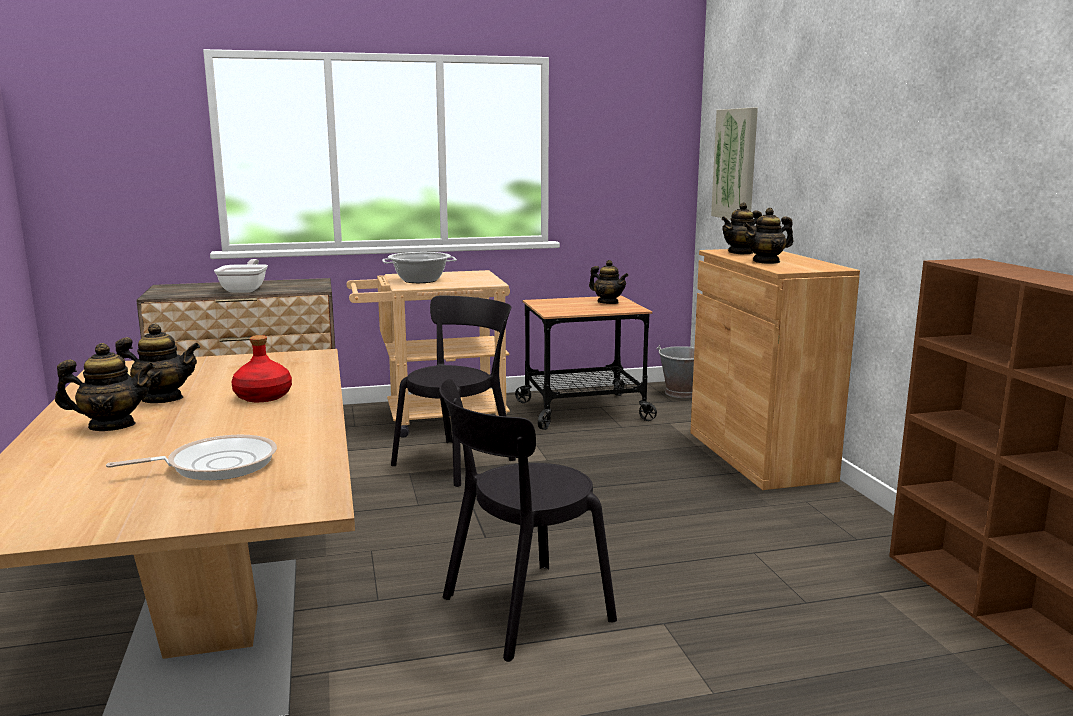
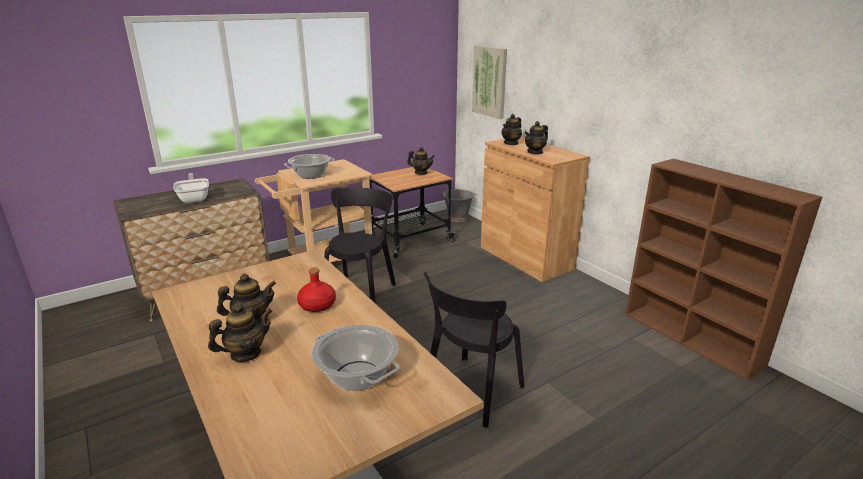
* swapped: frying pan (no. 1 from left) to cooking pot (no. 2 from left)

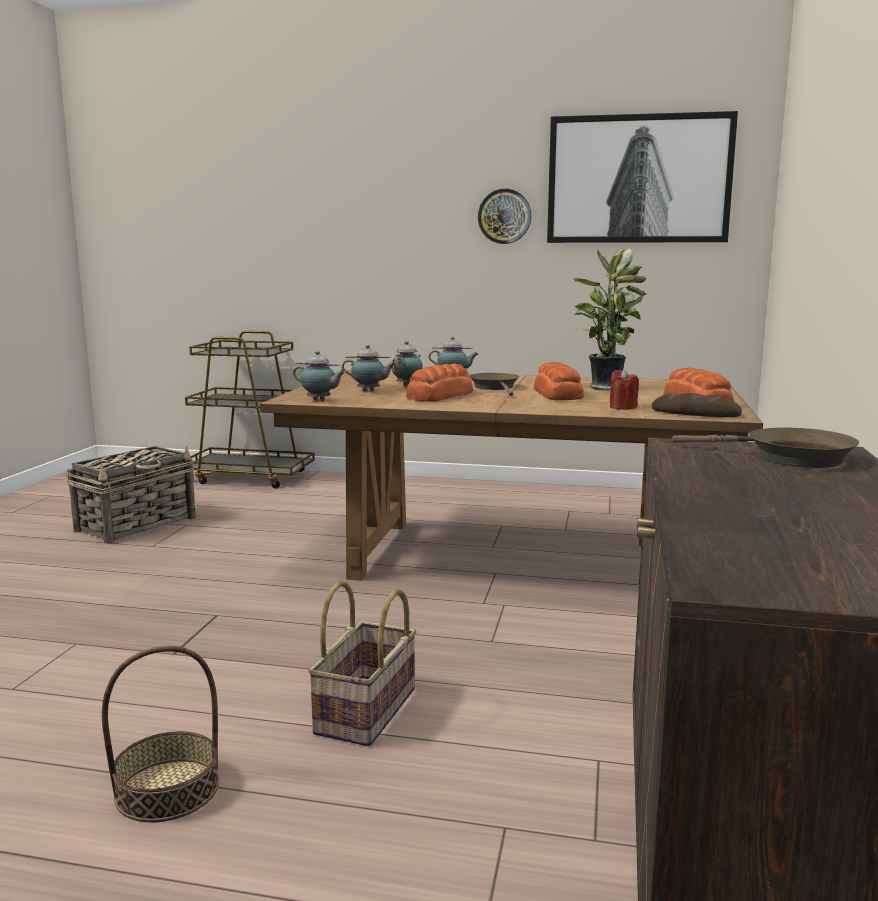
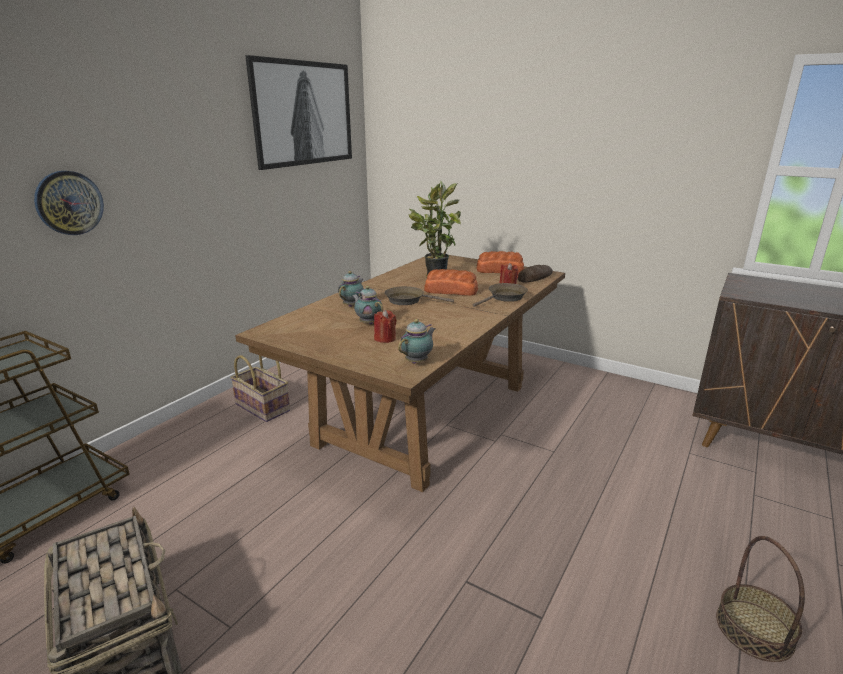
* shifted: wall clock
* shifted: basket (no. 3 from left in the first image) to basket (no. 2 from left)
* swapped: teapot (no. 2 from left) to red candle (no. 1 from left)
* shifted: brown frying pan (no. 2 from left)
* gone: bread (no. 1 from left)

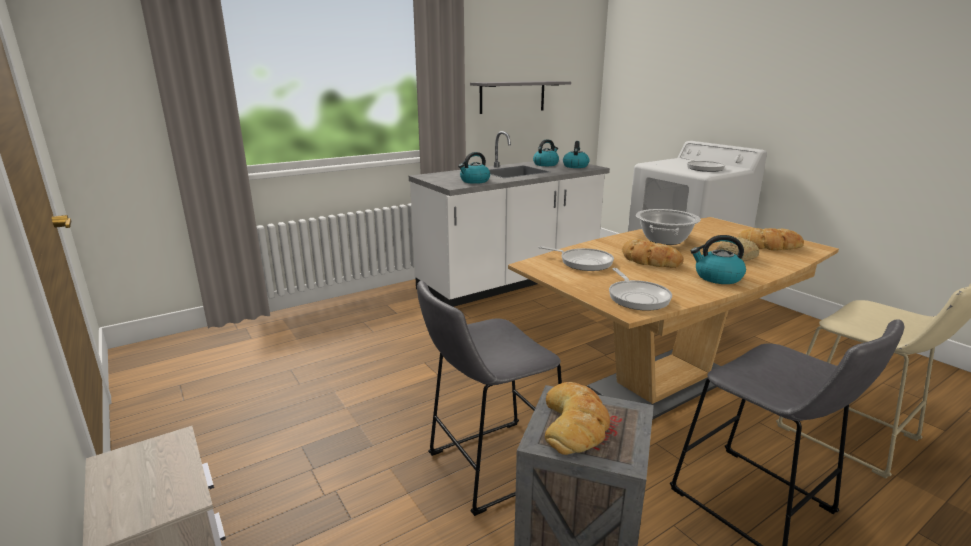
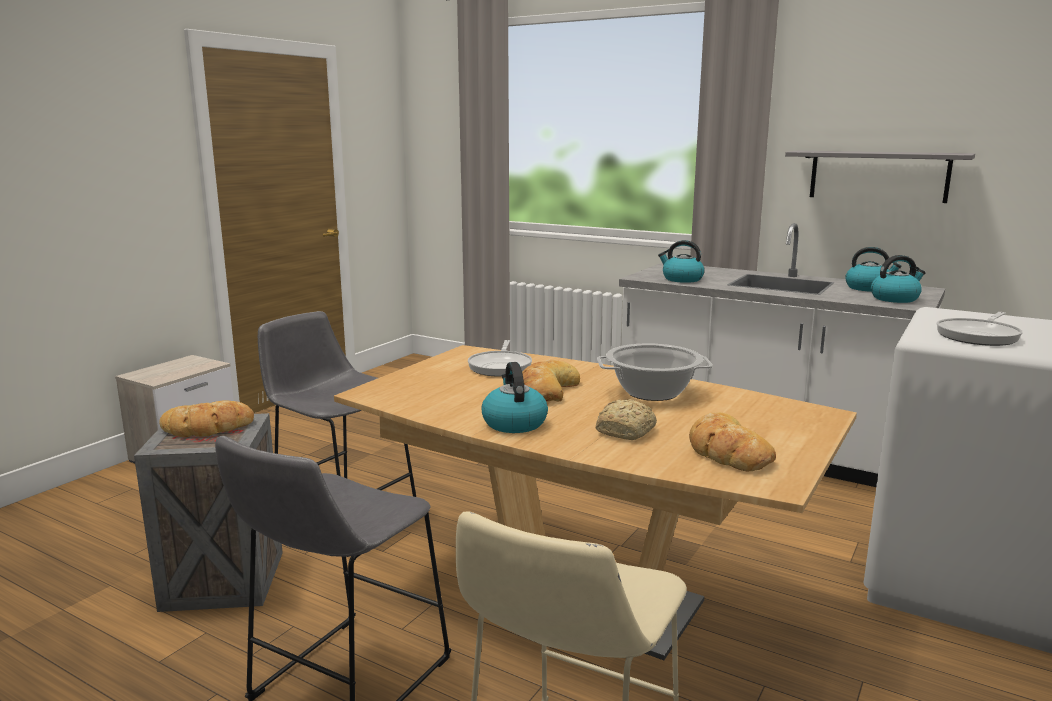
* gone: frying pan (no. 2 from left)

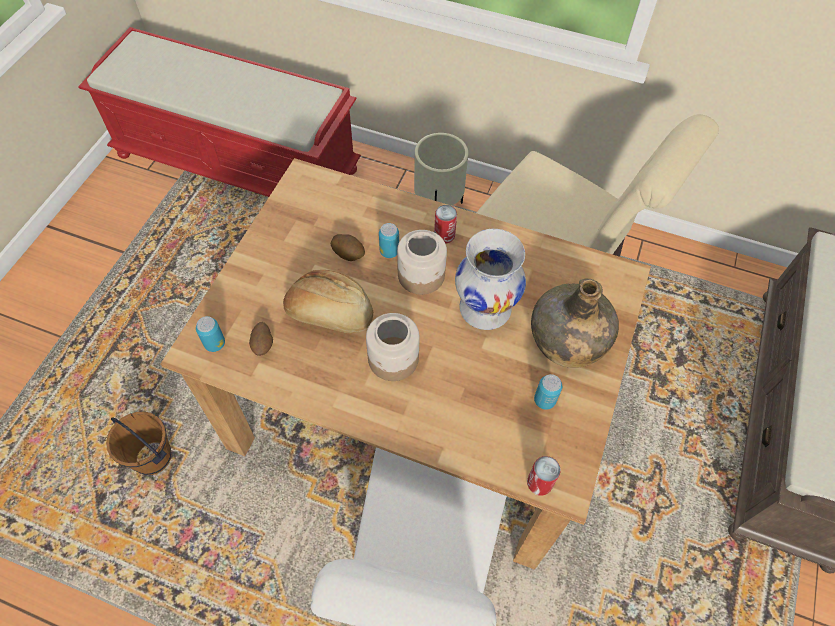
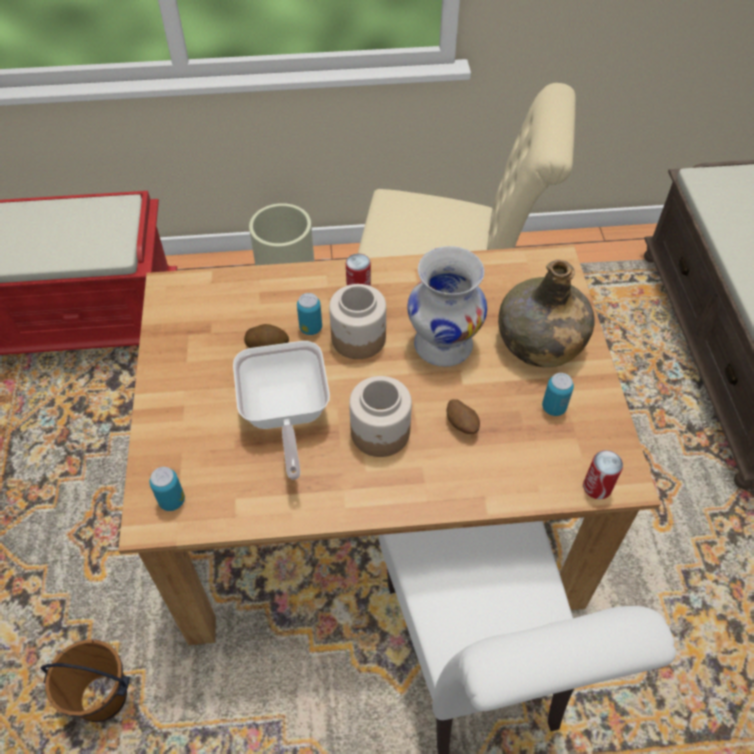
* swapped: bread to frying pan
* shifted: potato (no. 1 from left in the first image) to potato (no. 2 from left)

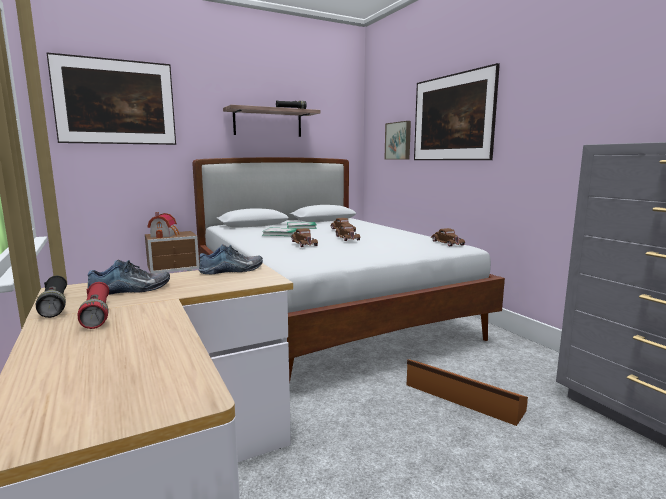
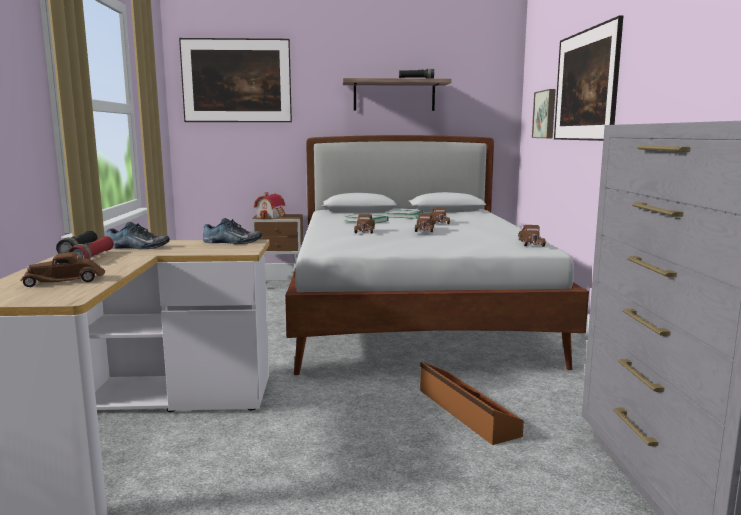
* new: brown toy car (no. 1 from left)

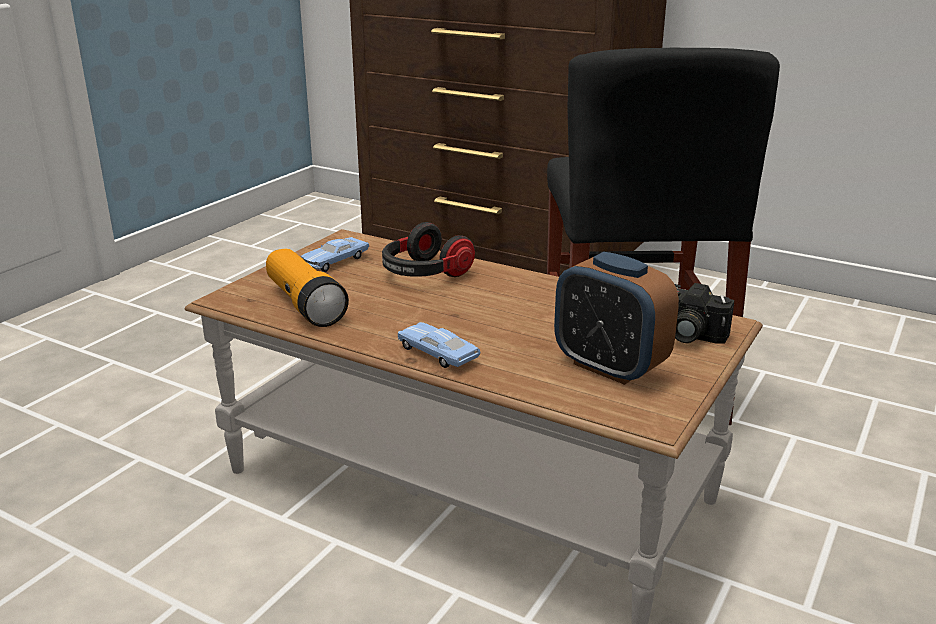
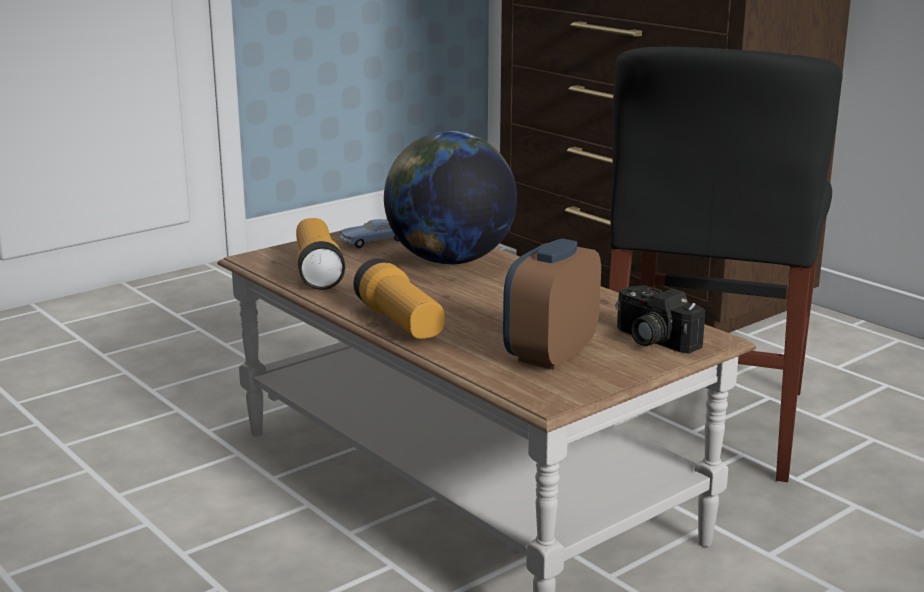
* swapped: blue toy car (no. 2 from left) to flashlight (no. 2 from left)
* swapped: headphones to globe
* rotated: alarm clock 60 degrees clockwise

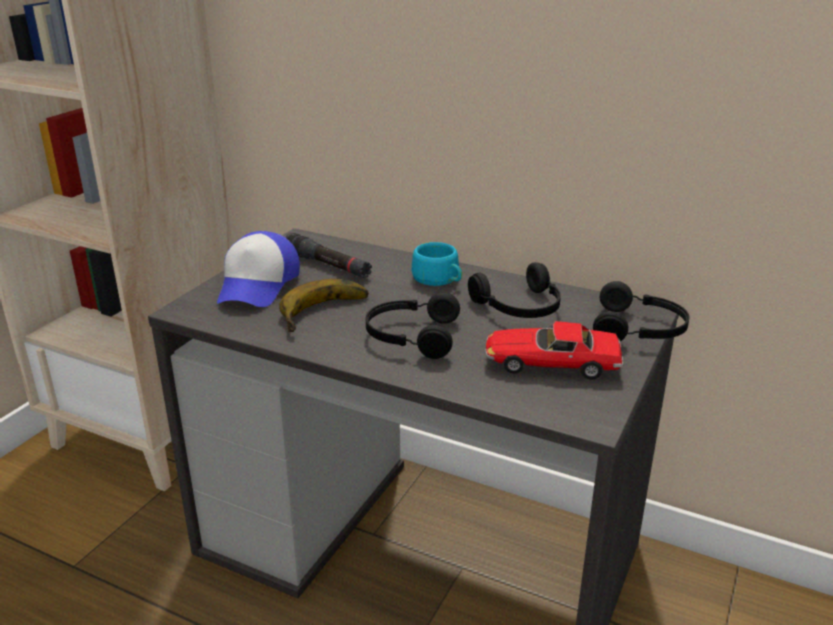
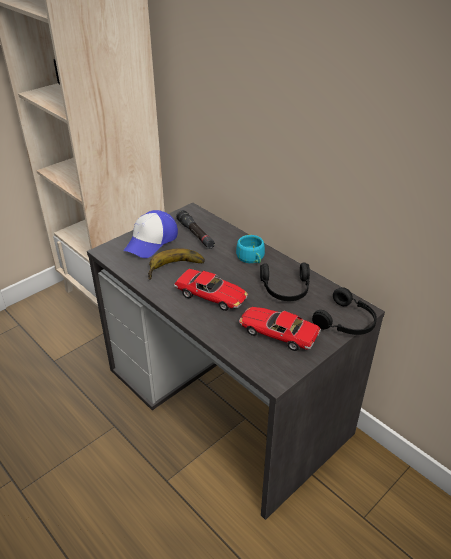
* swapped: black headphones (no. 1 from left) to toy car (no. 1 from left)

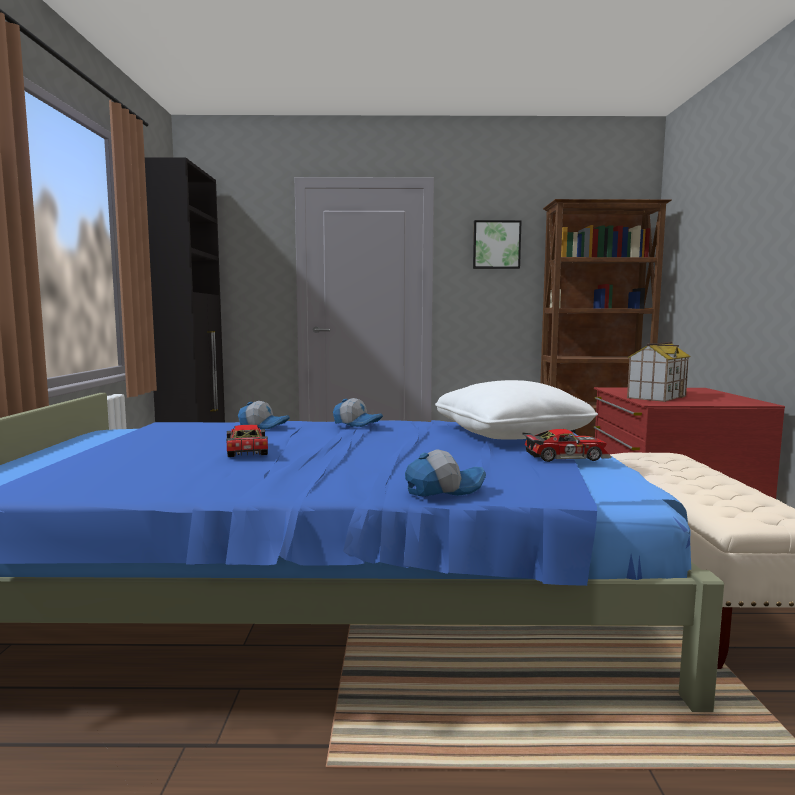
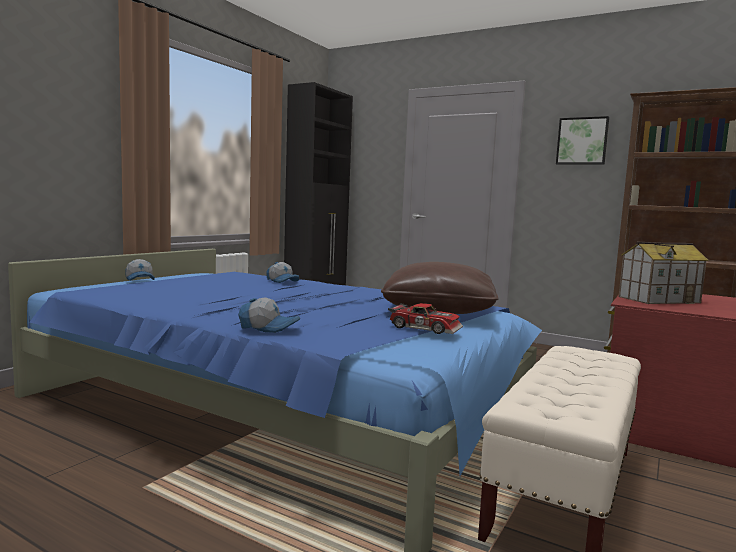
* shifted: cap (no. 2 from left in the first image) to cap (no. 1 from left)
* repainted: white pillow to brown pillow
* gone: toy car (no. 1 from left)

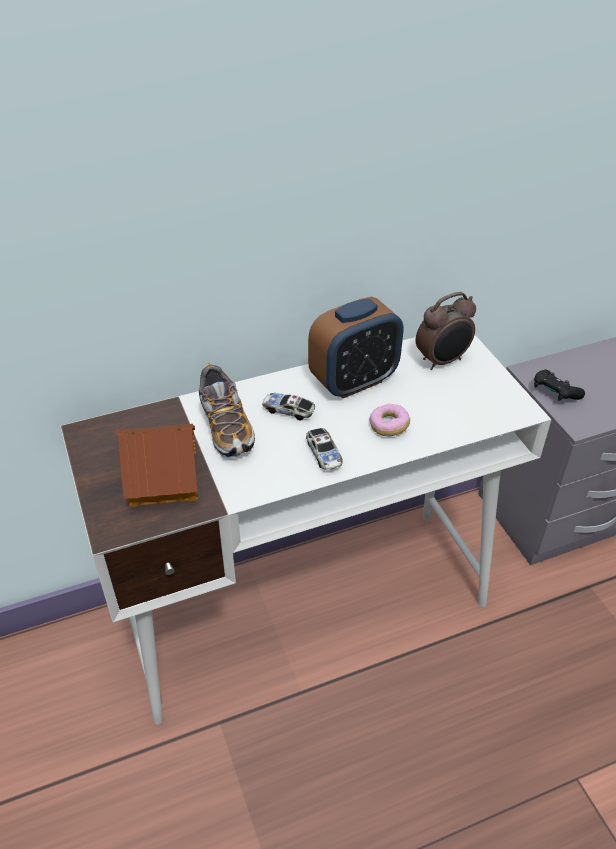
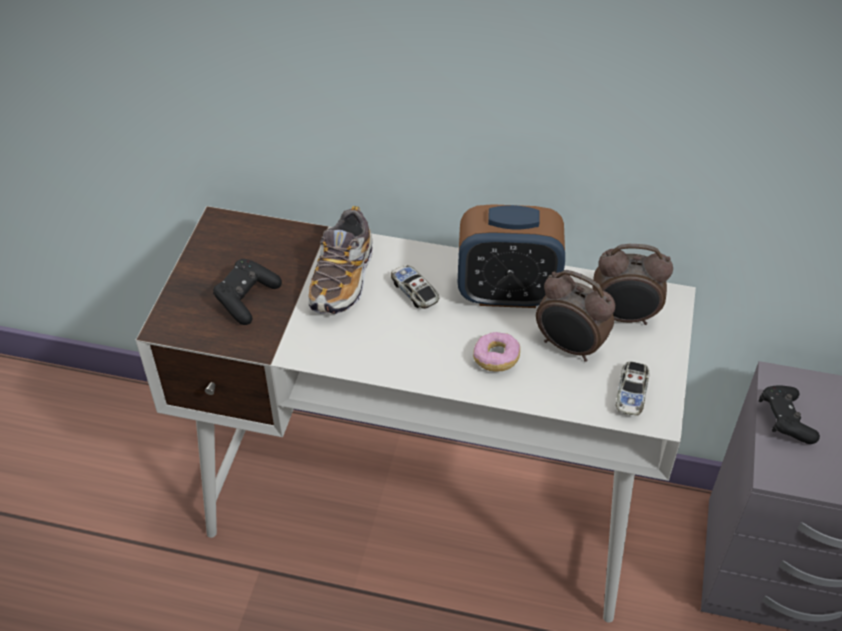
* swapped: toy house to black game controller (no. 1 from left)
* new: alarm clock (no. 2 from left)
* shifted: toy car (no. 2 from left)

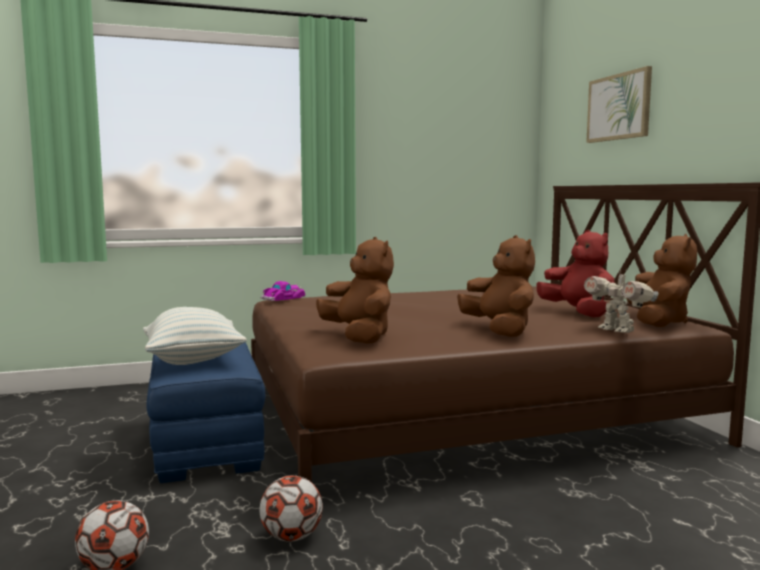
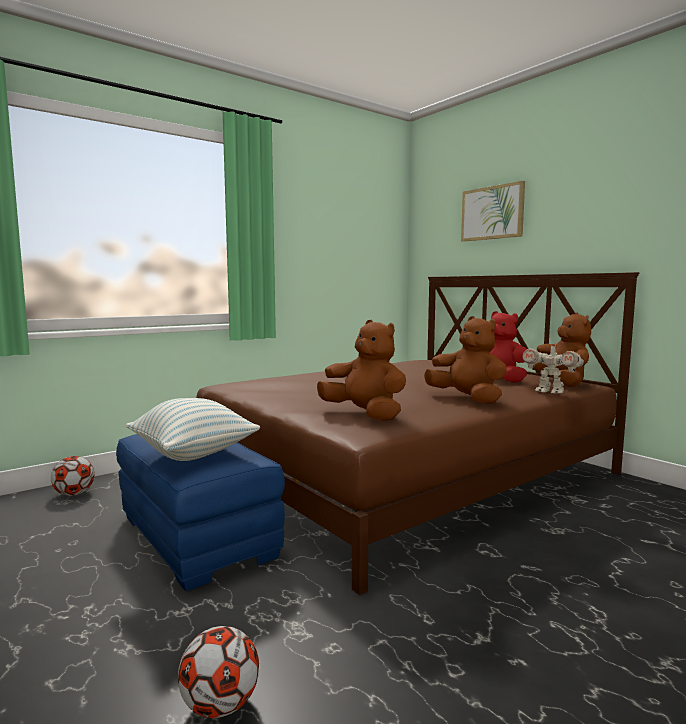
* shifted: football (no. 2 from left in the first image) to football (no. 1 from left)
* gone: toy car

